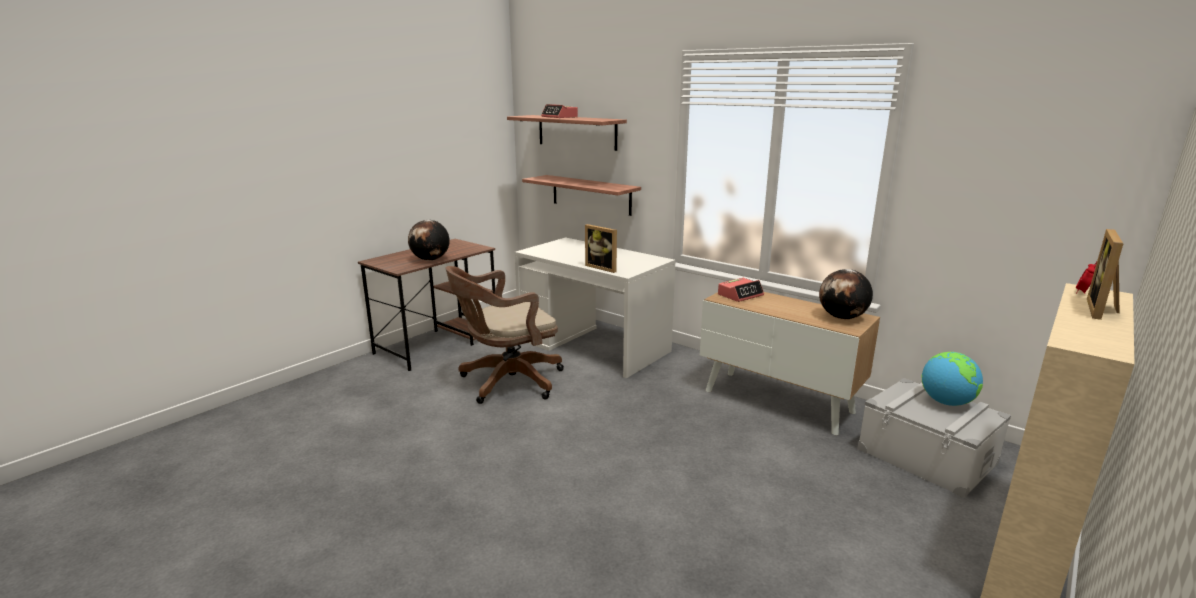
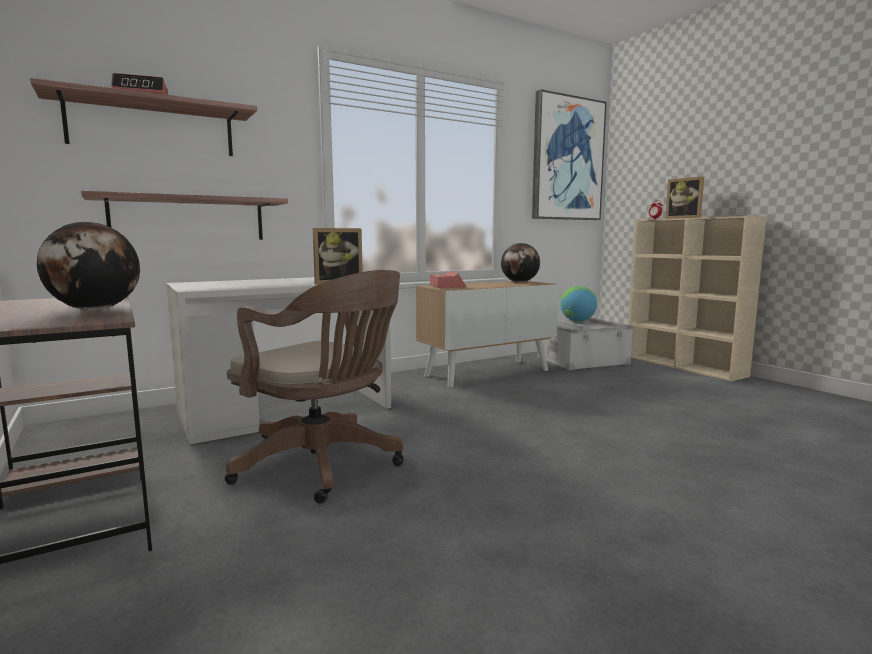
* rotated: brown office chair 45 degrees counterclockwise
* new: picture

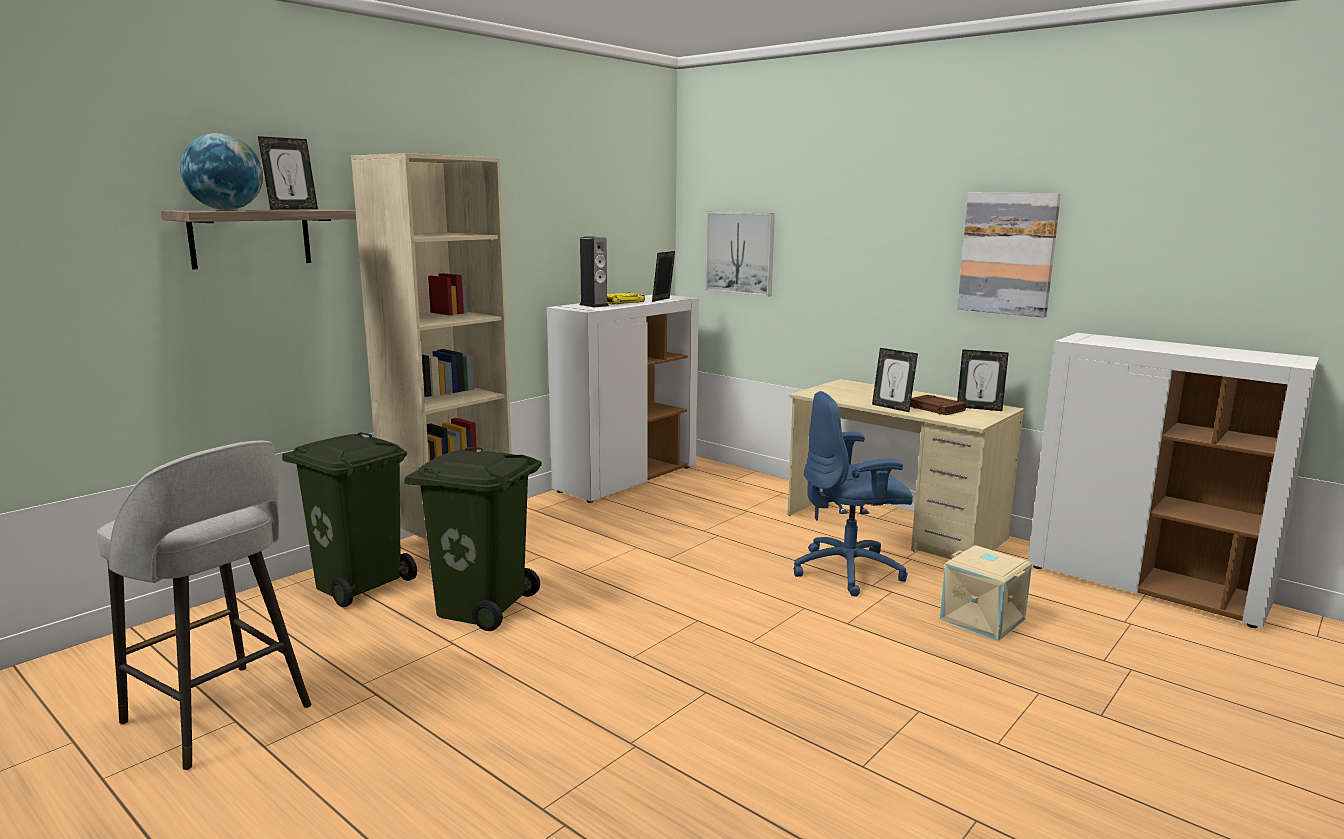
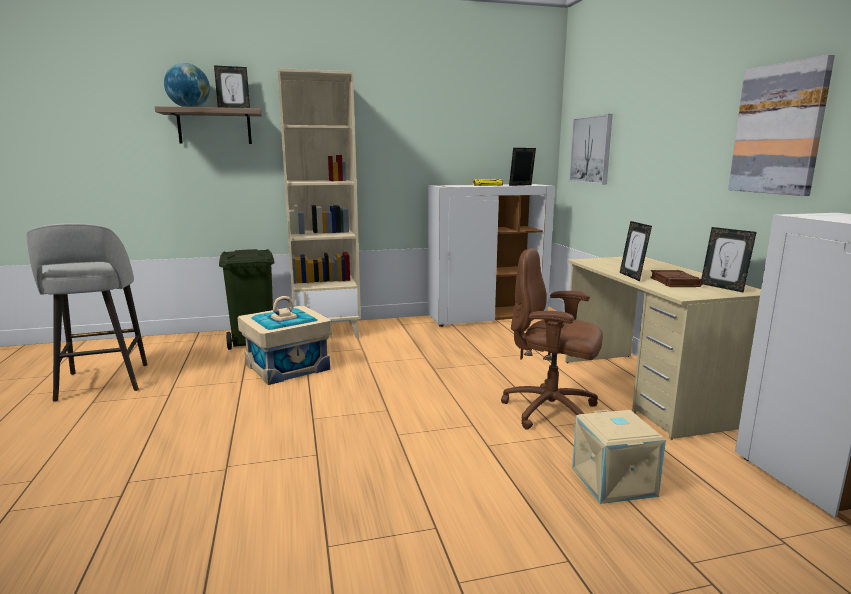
* swapped: green trash can (no. 2 from left) to beige storage box (no. 1 from left)
* repainted: blue office chair to brown office chair
* gone: speaker

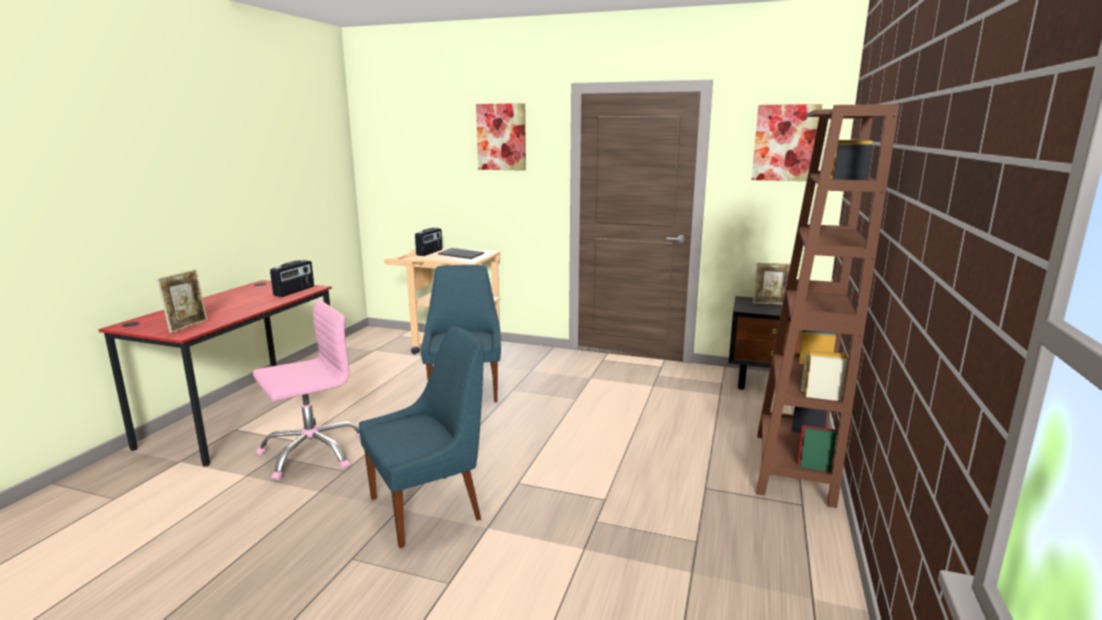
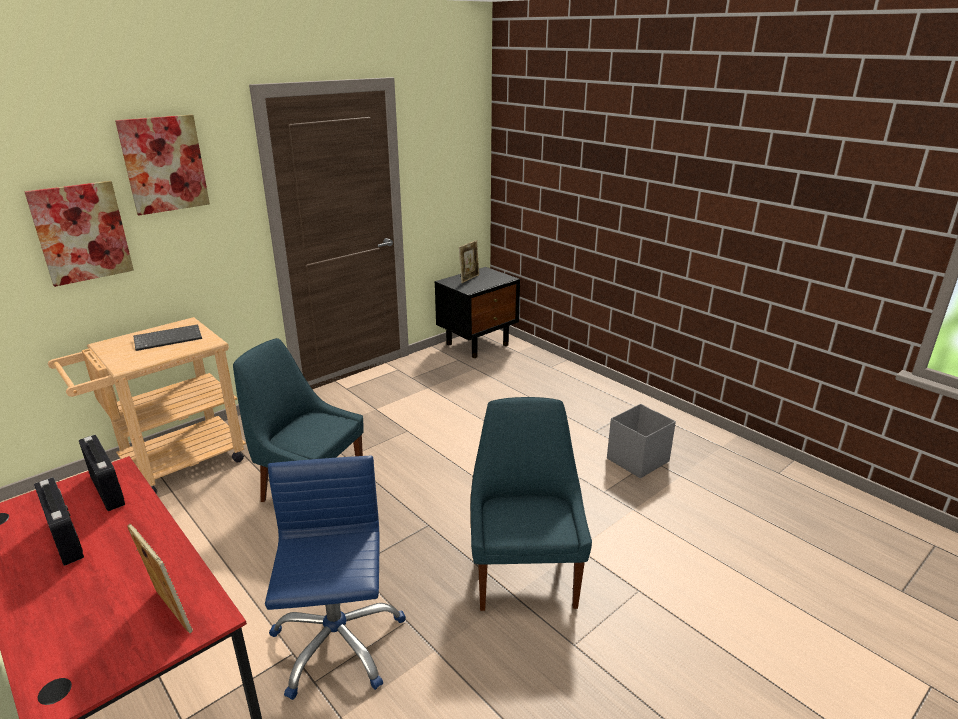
* shifted: picture (no. 2 from left in the first image) to picture (no. 1 from left)
* shifted: radio (no. 2 from left in the first image) to radio (no. 1 from left)
* repainted: pink office chair to blue office chair
* new: grey storage box
* gone: brown bookcase

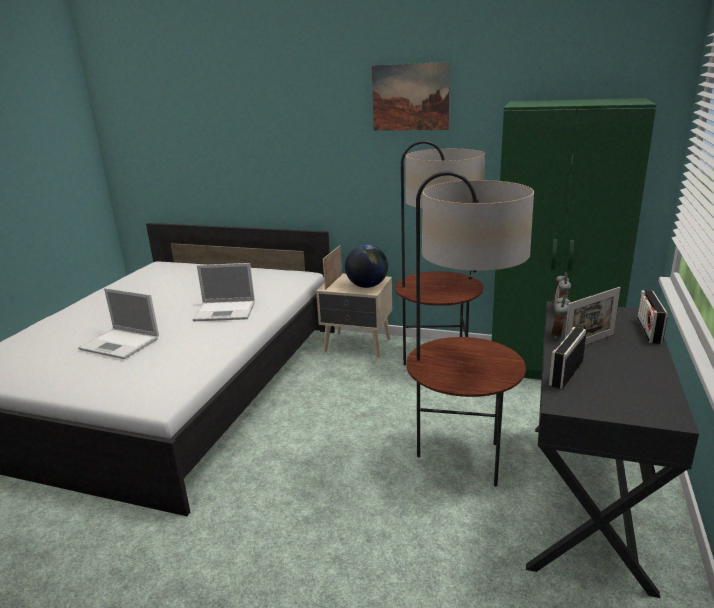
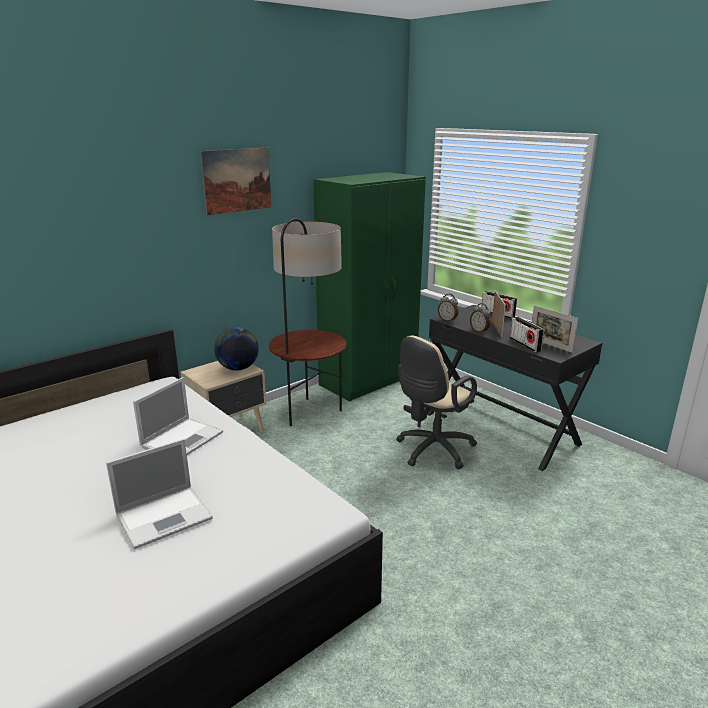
* swapped: floor lamp (no. 2 from left) to beige office chair
* shifted: picture frame (no. 1 from left in the first image) to picture frame (no. 2 from left)

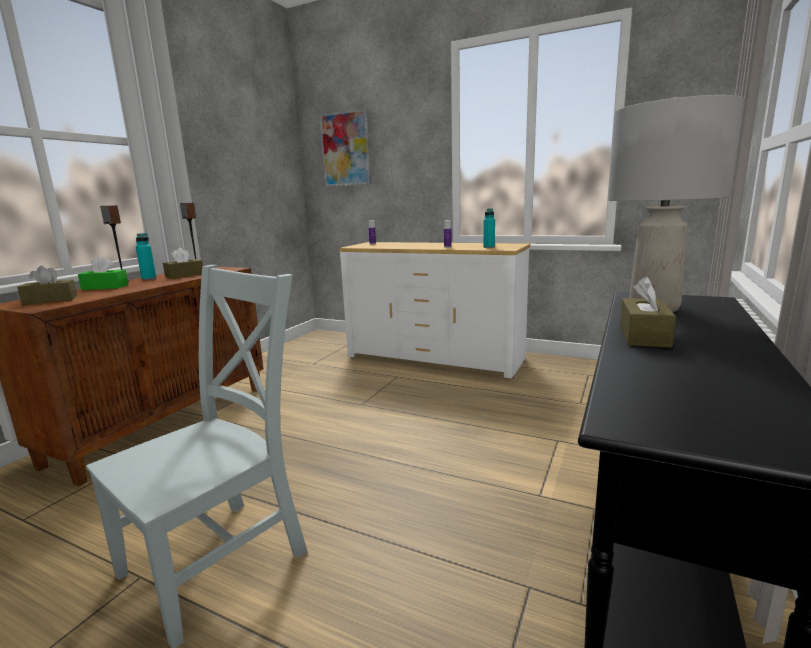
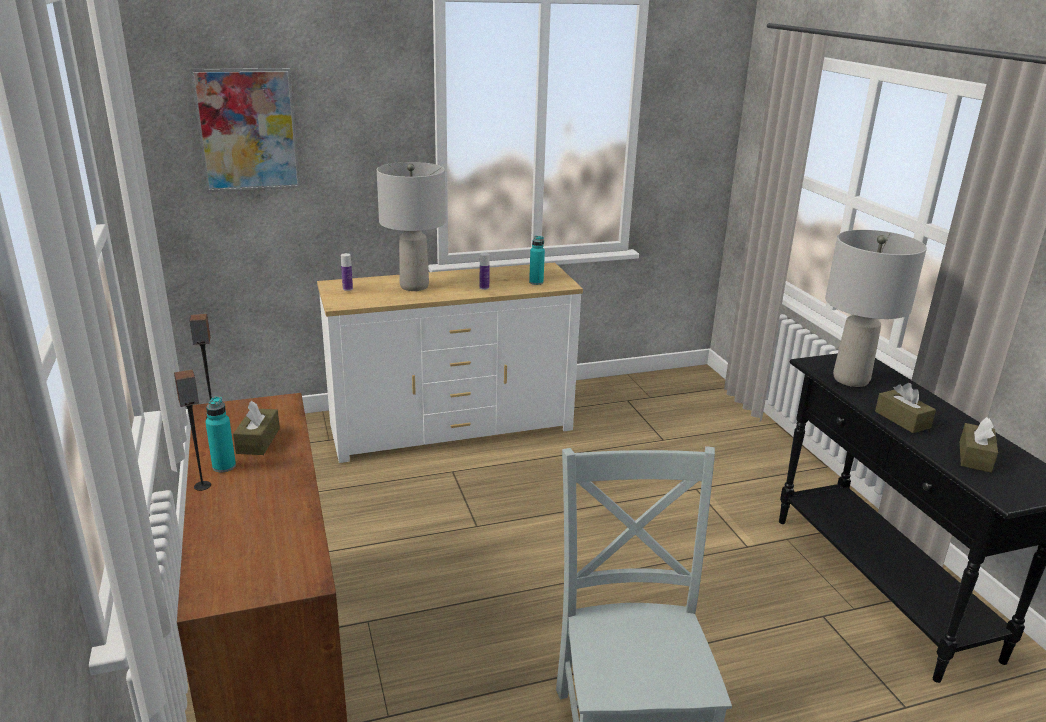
* new: grey table lamp (no. 1 from left)
* shifted: brown tissue box (no. 1 from left in the first image) to brown tissue box (no. 3 from left)
* gone: green tissue box

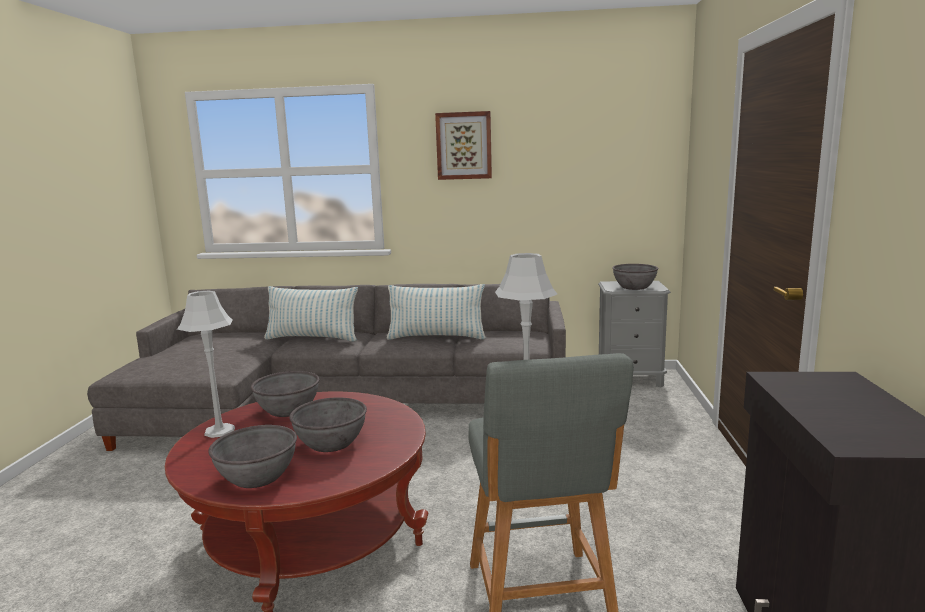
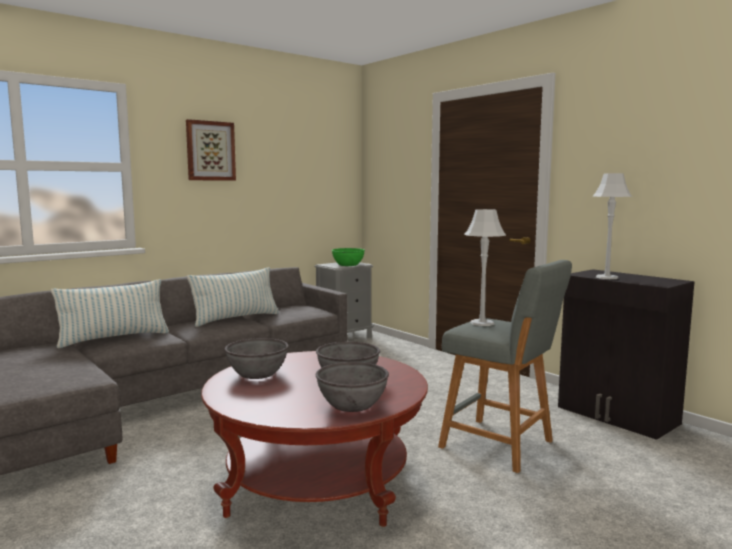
* repainted: grey bowl (no. 4 from left) to green bowl
* shifted: grey table lamp (no. 1 from left in the first image) to grey table lamp (no. 2 from left)

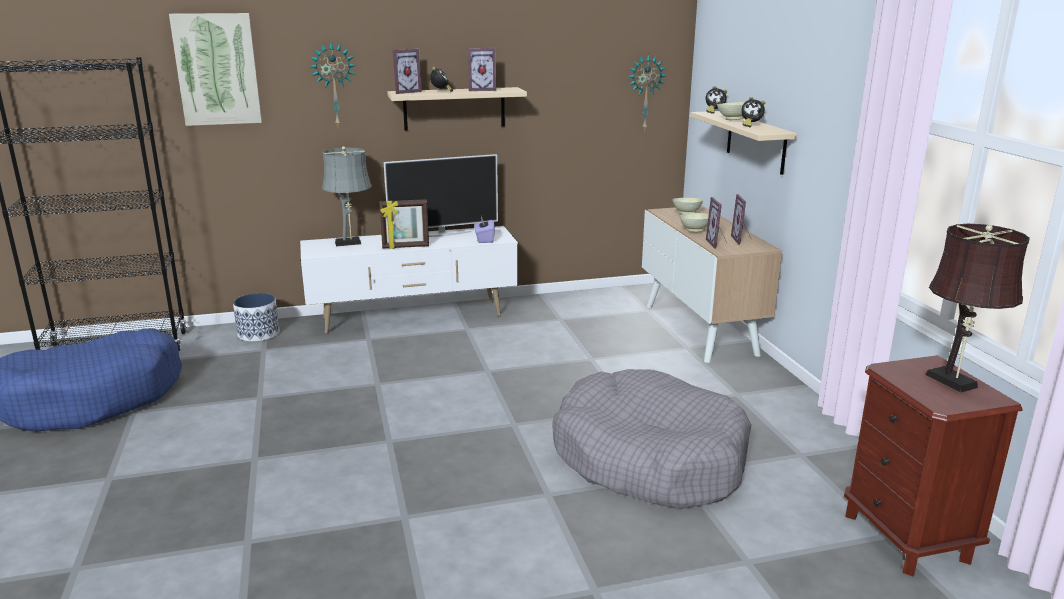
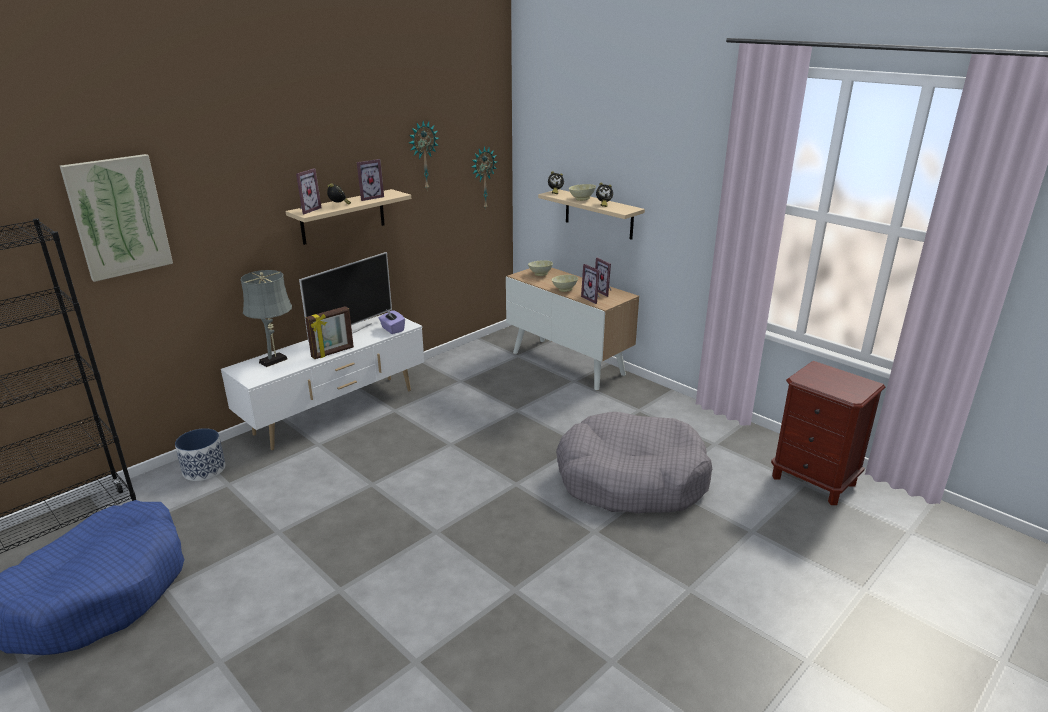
* shifted: wall clock (no. 1 from left)
* gone: brown table lamp

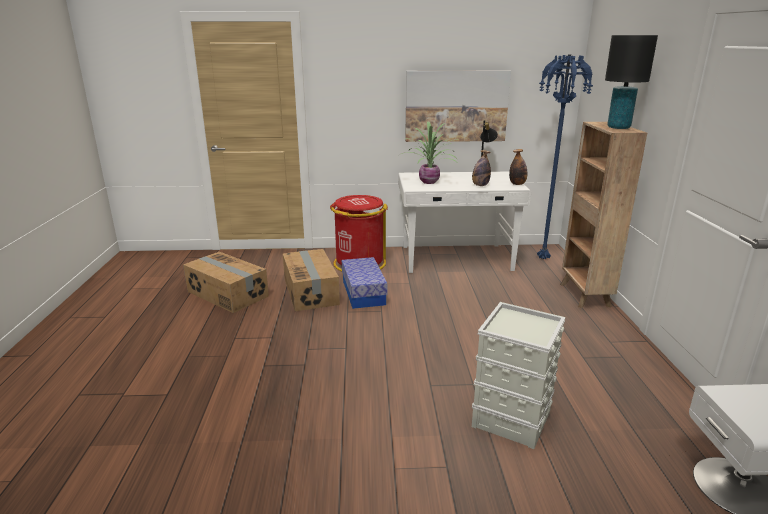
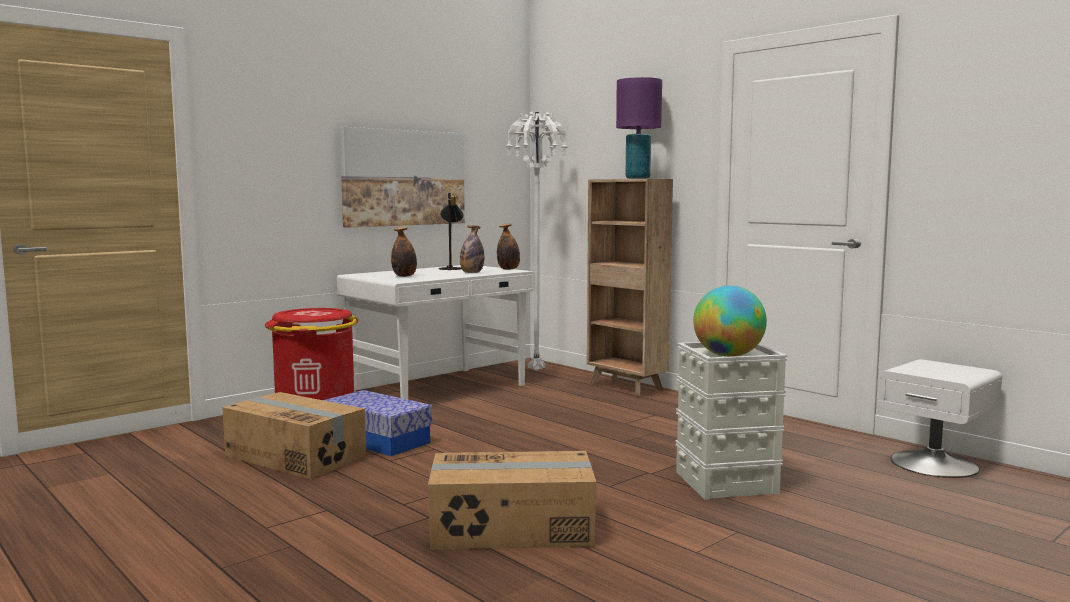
* swapped: potted plant to bottle (no. 1 from left)
* shifted: cardboard box (no. 1 from left in the first image) to cardboard box (no. 2 from left)
* repainted: blue floor lamp to white floor lamp
* repainted: black table lamp (no. 2 from left) to purple table lamp
* new: globe

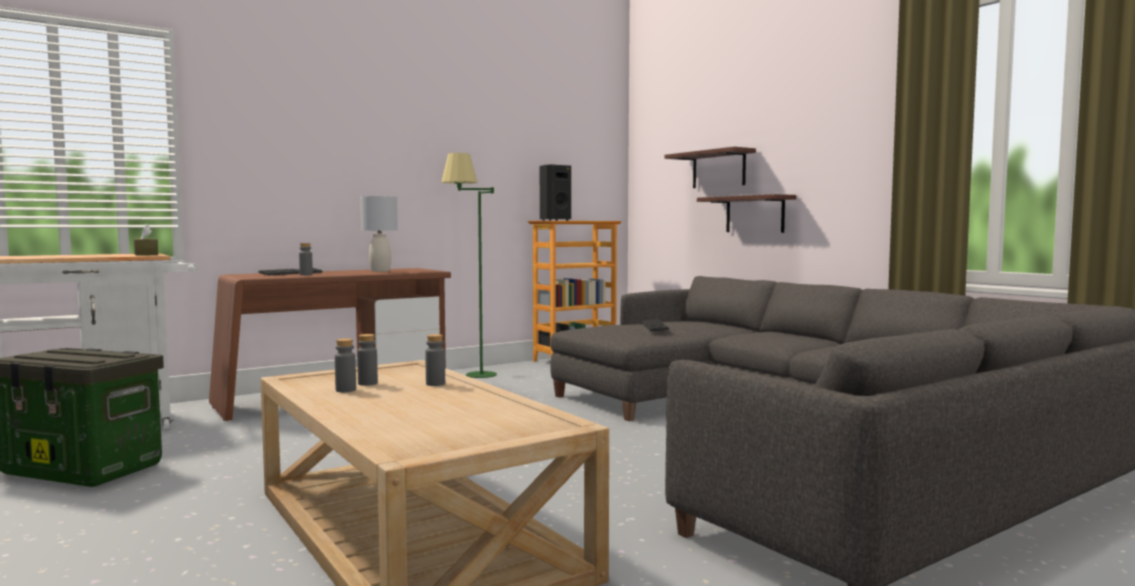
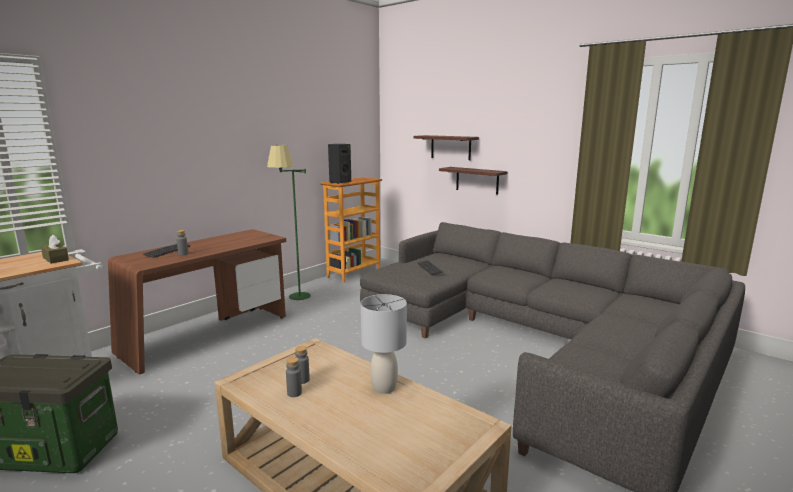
* shifted: grey table lamp
* gone: grey bottle (no. 4 from left)

